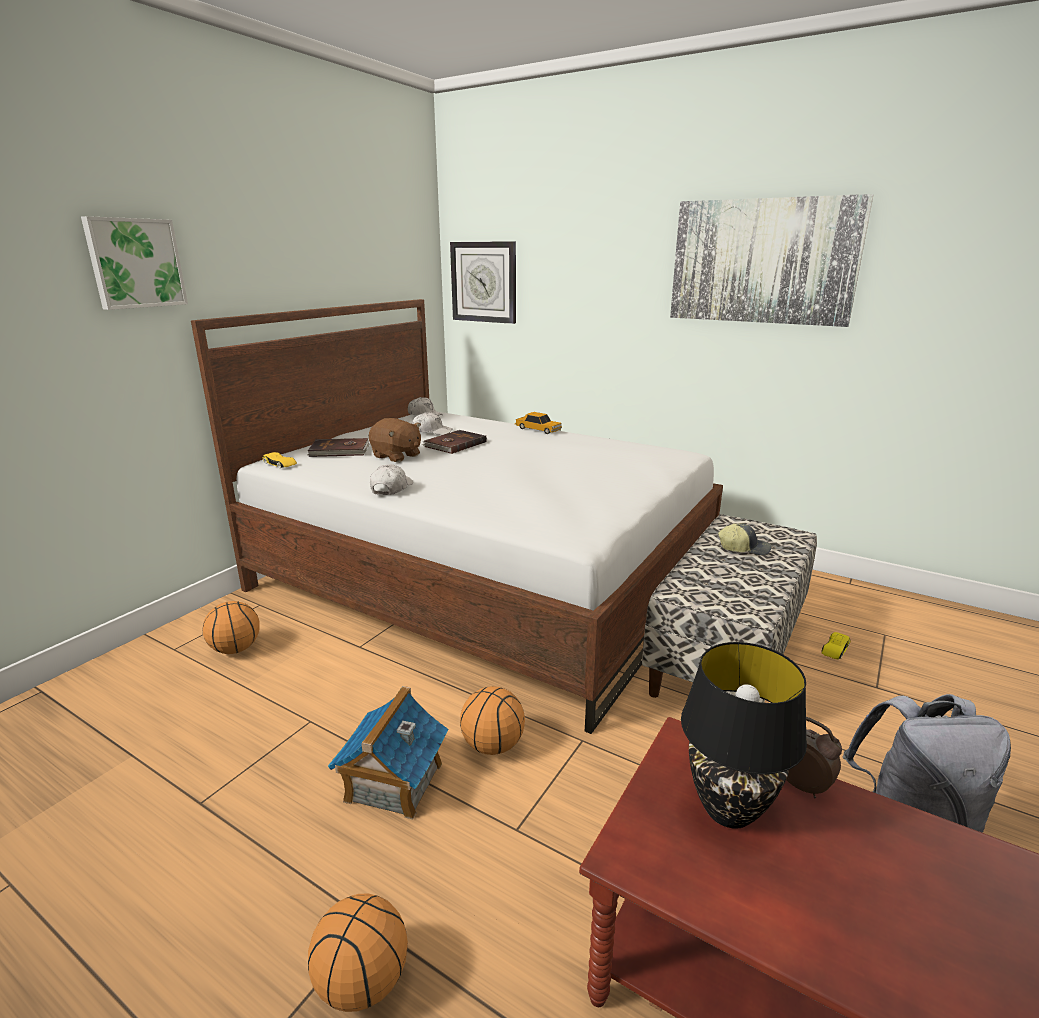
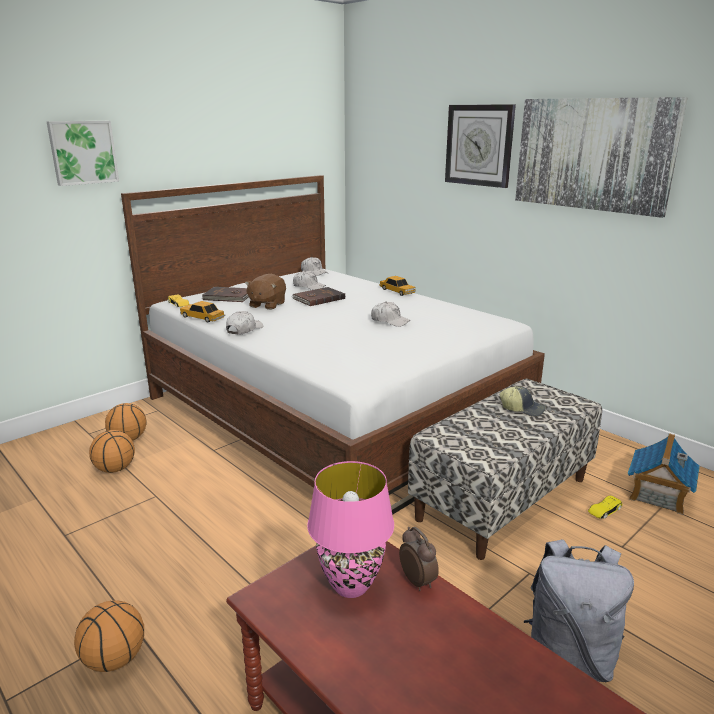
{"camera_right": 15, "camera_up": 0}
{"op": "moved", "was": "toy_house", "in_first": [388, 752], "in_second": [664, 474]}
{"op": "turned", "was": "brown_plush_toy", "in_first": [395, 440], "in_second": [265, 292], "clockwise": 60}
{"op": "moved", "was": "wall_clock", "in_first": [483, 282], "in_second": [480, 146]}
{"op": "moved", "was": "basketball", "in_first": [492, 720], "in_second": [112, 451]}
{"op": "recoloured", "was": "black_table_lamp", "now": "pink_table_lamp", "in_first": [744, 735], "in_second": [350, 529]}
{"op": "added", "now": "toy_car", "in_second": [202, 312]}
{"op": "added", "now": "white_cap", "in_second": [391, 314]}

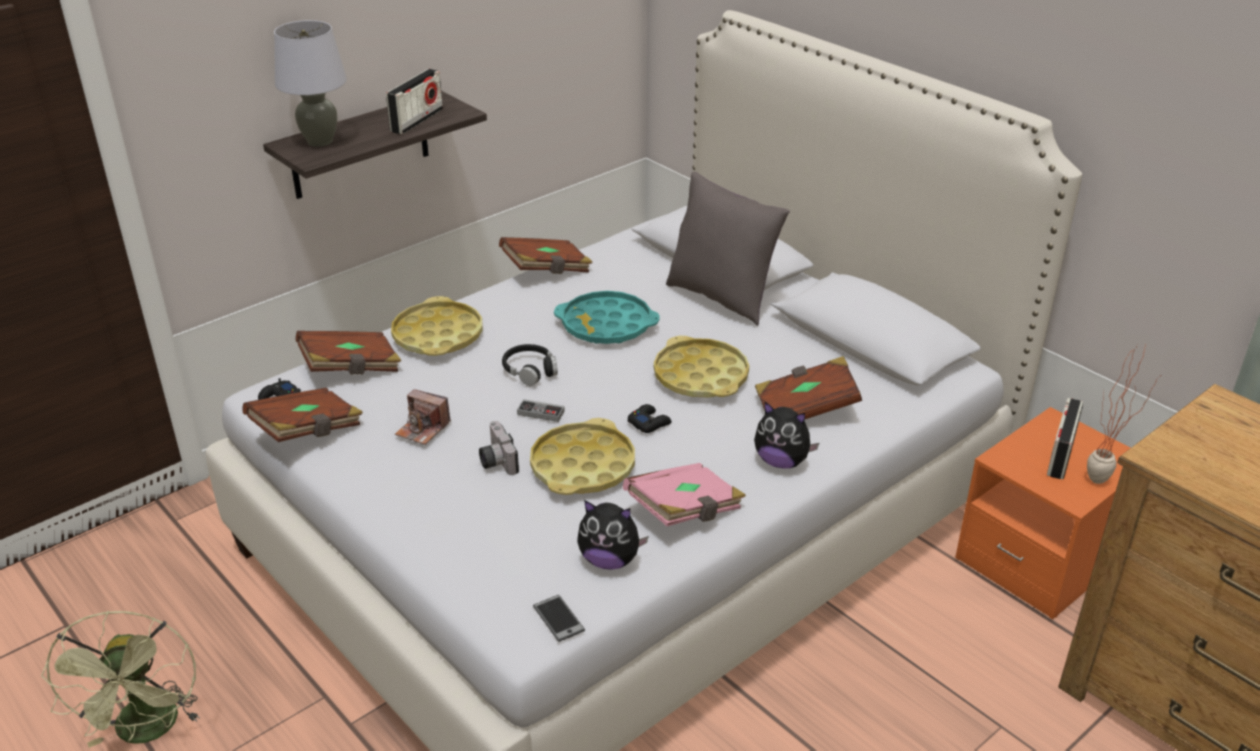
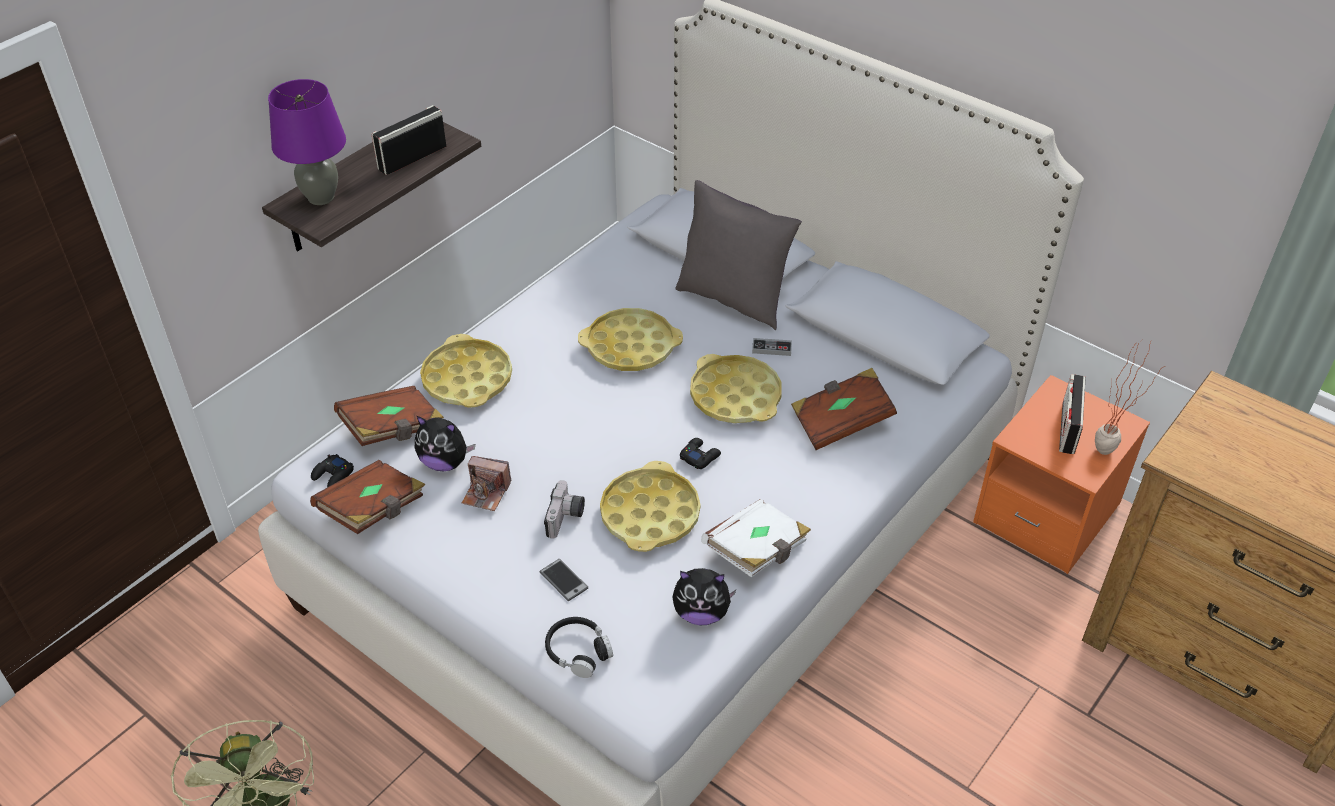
{"camera_right": -10, "camera_up": 10}
{"op": "recoloured", "was": "grey_table_lamp", "now": "purple_table_lamp", "in_first": [310, 83], "in_second": [307, 142]}
{"op": "turned", "was": "radio", "in_first": [414, 101], "in_second": [408, 140], "clockwise": -150}
{"op": "turned", "was": "photo_camera", "in_first": [499, 448], "in_second": [564, 509], "clockwise": -135}
{"op": "removed", "was": "brown_book", "in_first": [546, 255]}
{"op": "moved", "was": "black_headphones", "in_first": [530, 365], "in_second": [579, 647]}
{"op": "moved", "was": "game_controller", "in_first": [541, 410], "in_second": [772, 347]}
{"op": "moved", "was": "phone", "in_first": [559, 618], "in_second": [564, 580]}
{"op": "recoloured", "was": "turquoise_tray", "now": "yellow_tray", "in_first": [606, 317], "in_second": [630, 339]}
{"op": "recoloured", "was": "pink_book", "now": "white_book", "in_first": [684, 494], "in_second": [756, 538]}
{"op": "moved", "was": "plush_toy", "in_first": [786, 435], "in_second": [445, 444]}

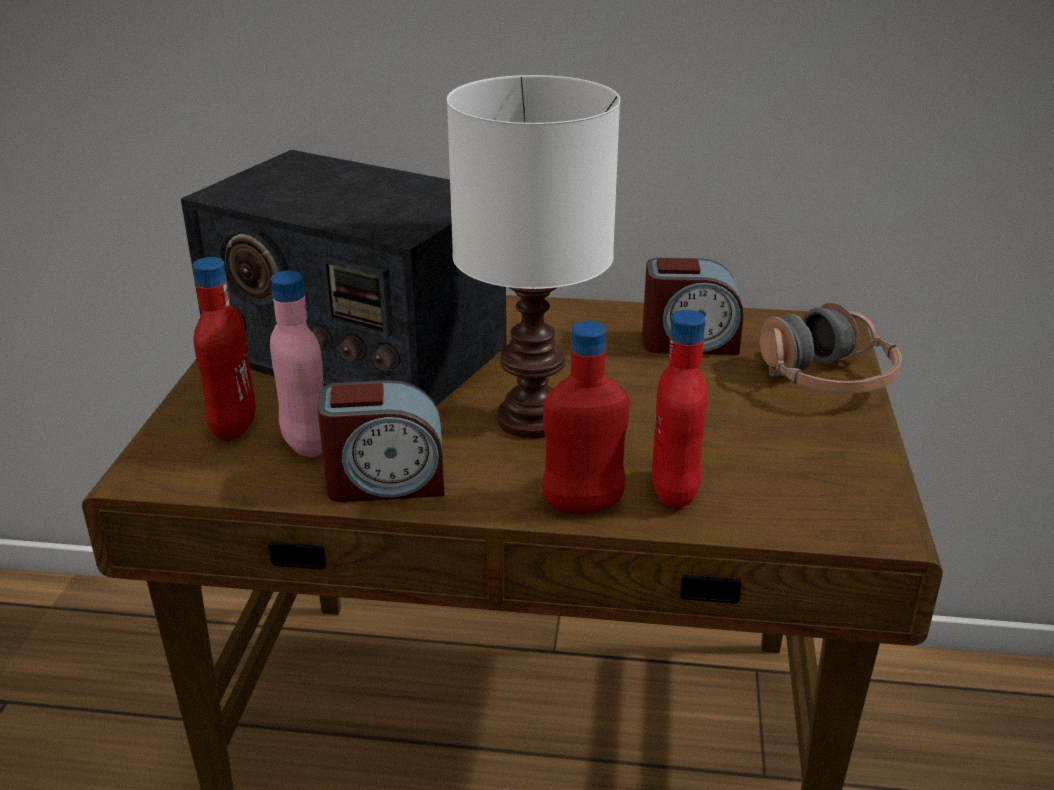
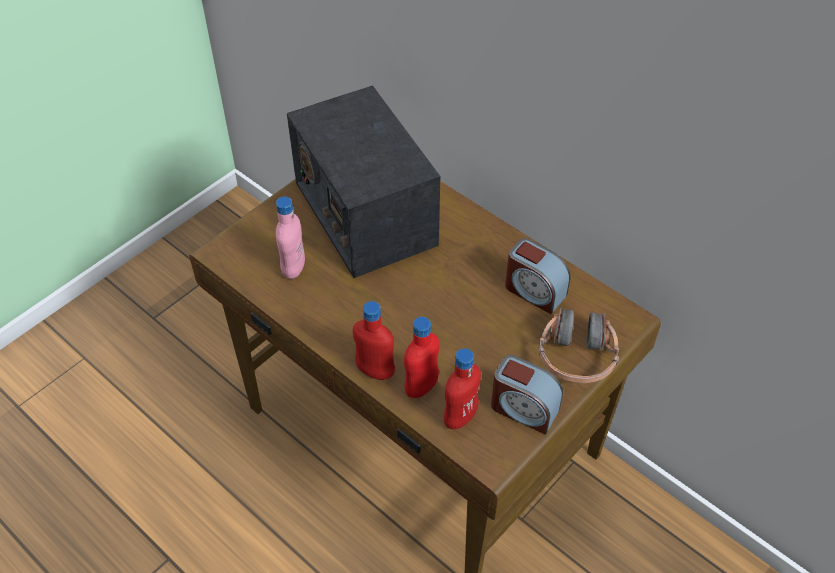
{"camera_right": 35, "camera_up": 20}
{"op": "moved", "was": "red_bottle", "in_first": [224, 349], "in_second": [462, 388]}
{"op": "moved", "was": "alarm_clock", "in_first": [381, 441], "in_second": [527, 395]}
{"op": "removed", "was": "white_table_lamp", "in_first": [533, 256]}

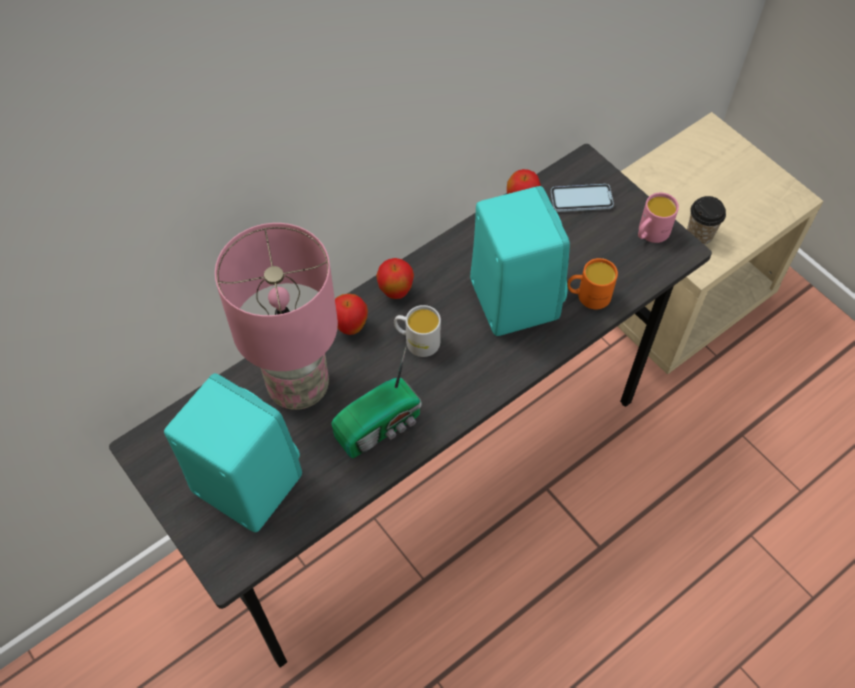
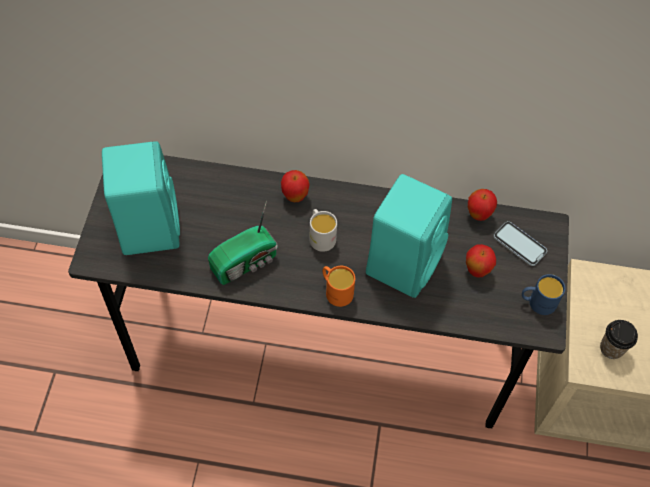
{"camera_right": 45, "camera_up": 0}
{"op": "removed", "was": "pink_table_lamp", "in_first": [276, 316]}
{"op": "turned", "was": "radio", "in_first": [376, 402], "in_second": [243, 243], "clockwise": -45}
{"op": "moved", "was": "apple", "in_first": [395, 278], "in_second": [481, 261]}
{"op": "moved", "was": "orange_mug", "in_first": [593, 283], "in_second": [339, 286]}
{"op": "recoloured", "was": "pink_mug", "now": "blue_mug", "in_first": [658, 217], "in_second": [543, 294]}

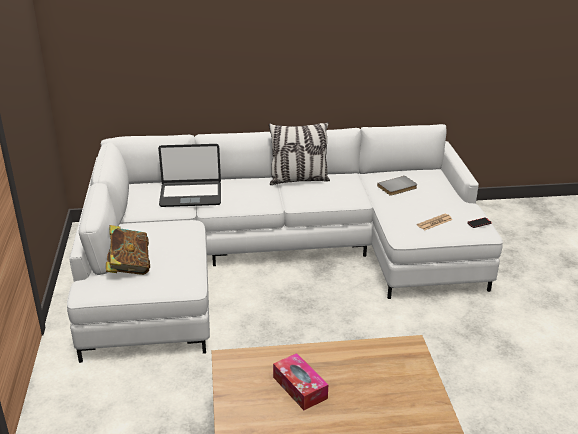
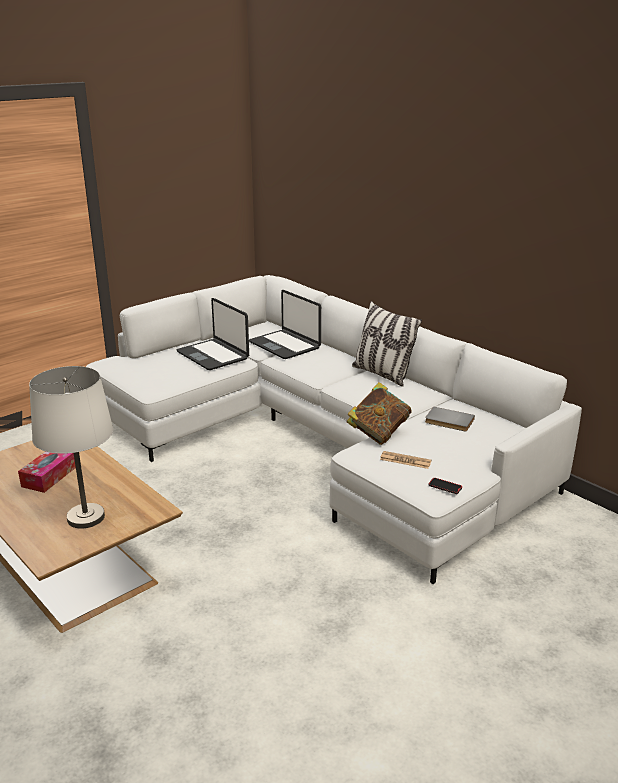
{"camera_right": 55, "camera_up": -5}
{"op": "moved", "was": "book", "in_first": [128, 250], "in_second": [379, 413]}
{"op": "added", "now": "white_table_lamp", "in_second": [71, 447]}
{"op": "added", "now": "laptop", "in_second": [212, 334]}

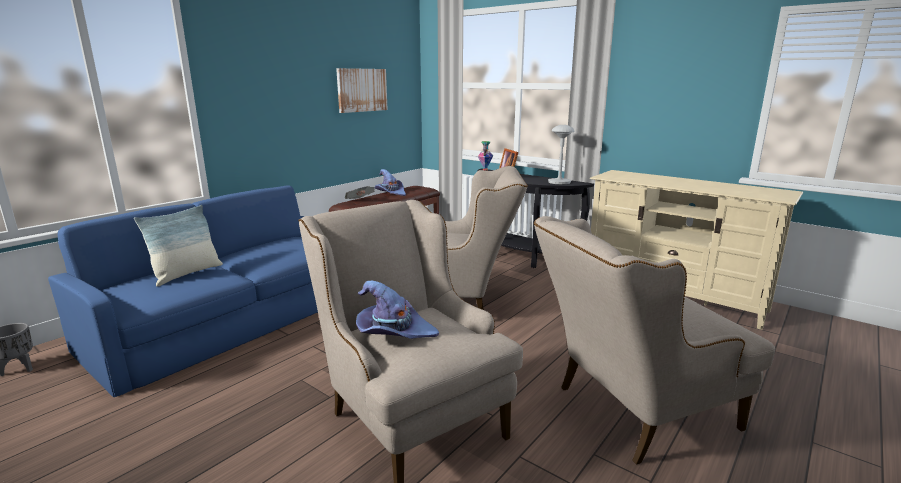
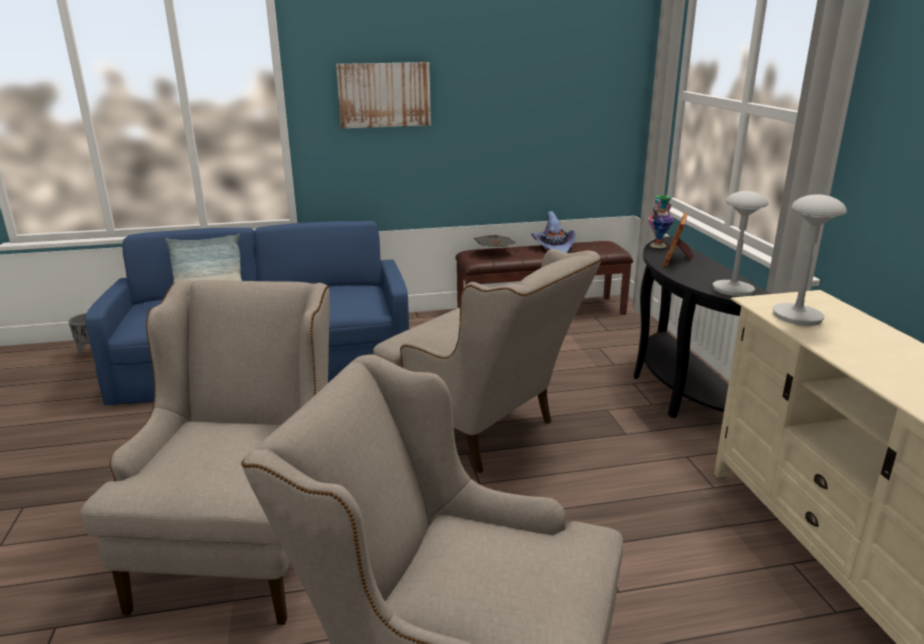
{"camera_right": 40, "camera_up": 5}
{"op": "moved", "was": "picture", "in_first": [362, 90], "in_second": [383, 95]}
{"op": "removed", "was": "purple_hat", "in_first": [397, 310]}
{"op": "added", "now": "grey_table_lamp", "in_second": [810, 260]}

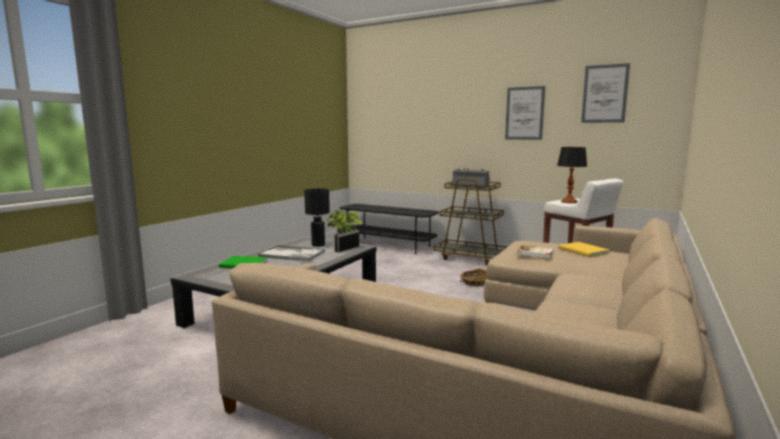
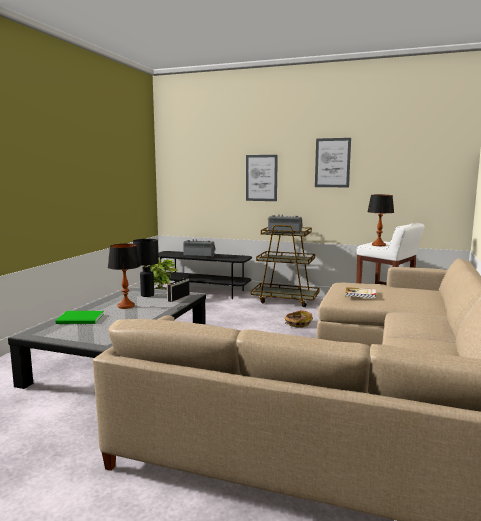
{"camera_right": -10, "camera_up": 0}
{"op": "replaced", "was": "tray", "now": "table_lamp", "in_first": [291, 253], "in_second": [124, 276]}
{"op": "removed", "was": "yellow_book", "in_first": [584, 249]}
{"op": "moved", "was": "picture", "in_first": [605, 93], "in_second": [262, 178]}
{"op": "added", "now": "radio", "in_second": [199, 248]}

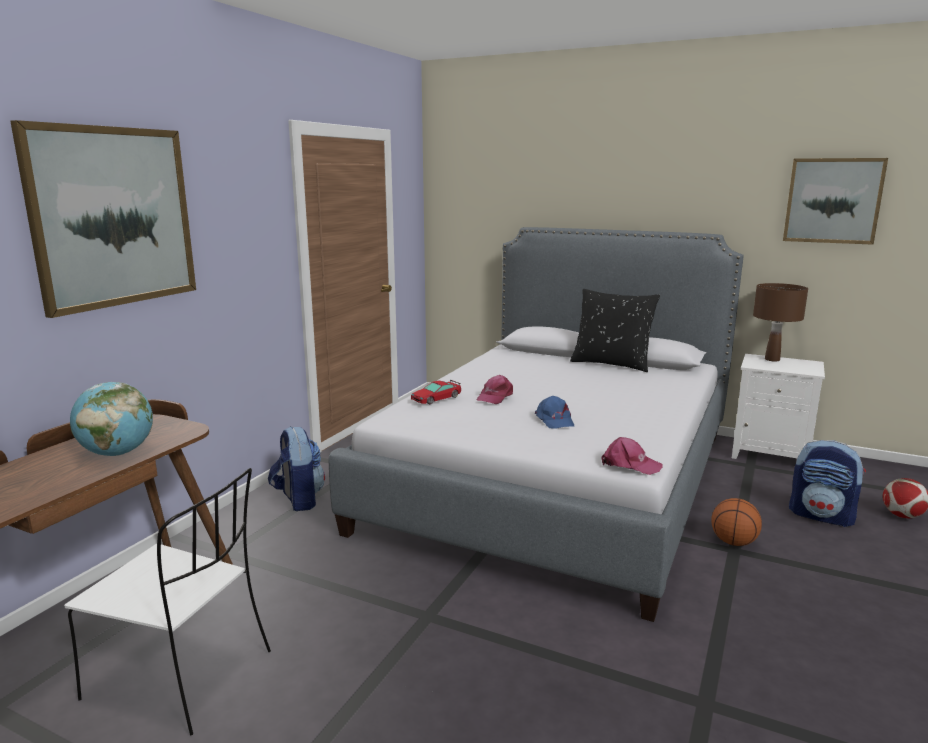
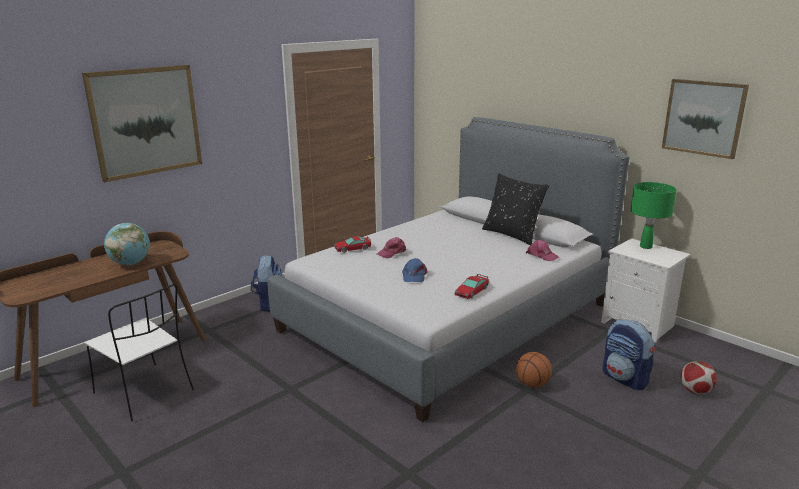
{"camera_right": 20, "camera_up": 5}
{"op": "moved", "was": "pink_cap", "in_first": [631, 456], "in_second": [542, 250]}
{"op": "recoloured", "was": "brown_table_lamp", "now": "green_table_lamp", "in_first": [780, 322], "in_second": [653, 215]}
{"op": "added", "now": "toy_car", "in_second": [472, 286]}

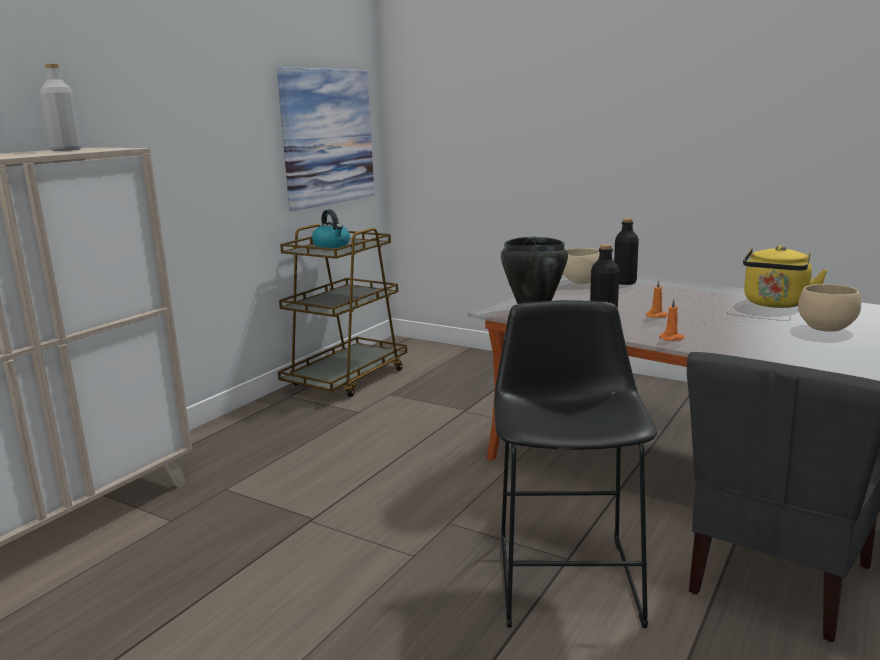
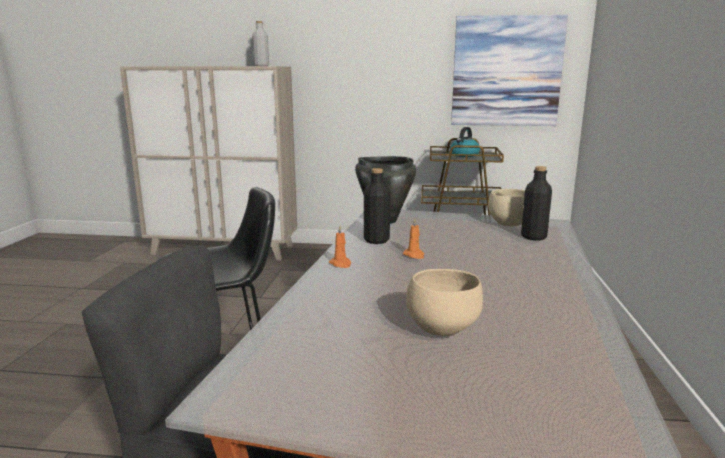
{"camera_right": 65, "camera_up": 0}
{"op": "removed", "was": "yellow_kettle", "in_first": [785, 276]}

